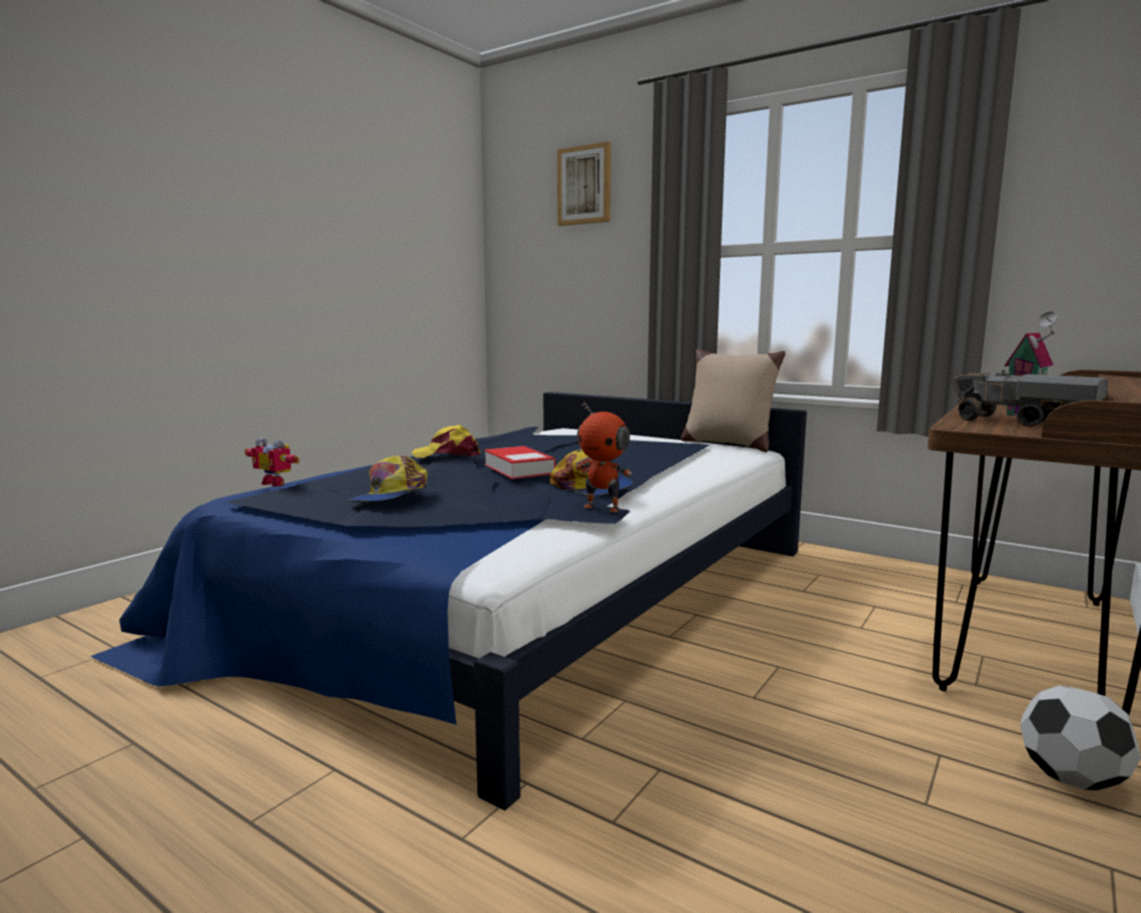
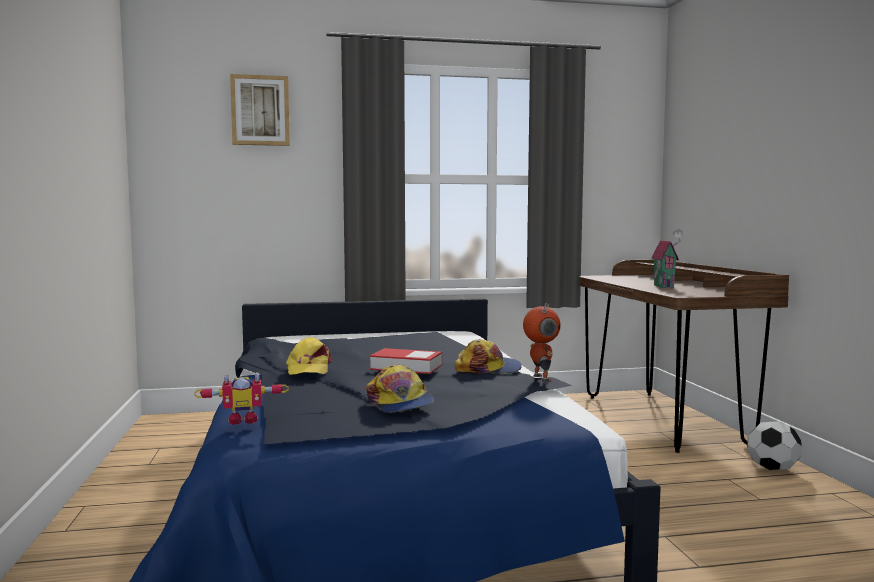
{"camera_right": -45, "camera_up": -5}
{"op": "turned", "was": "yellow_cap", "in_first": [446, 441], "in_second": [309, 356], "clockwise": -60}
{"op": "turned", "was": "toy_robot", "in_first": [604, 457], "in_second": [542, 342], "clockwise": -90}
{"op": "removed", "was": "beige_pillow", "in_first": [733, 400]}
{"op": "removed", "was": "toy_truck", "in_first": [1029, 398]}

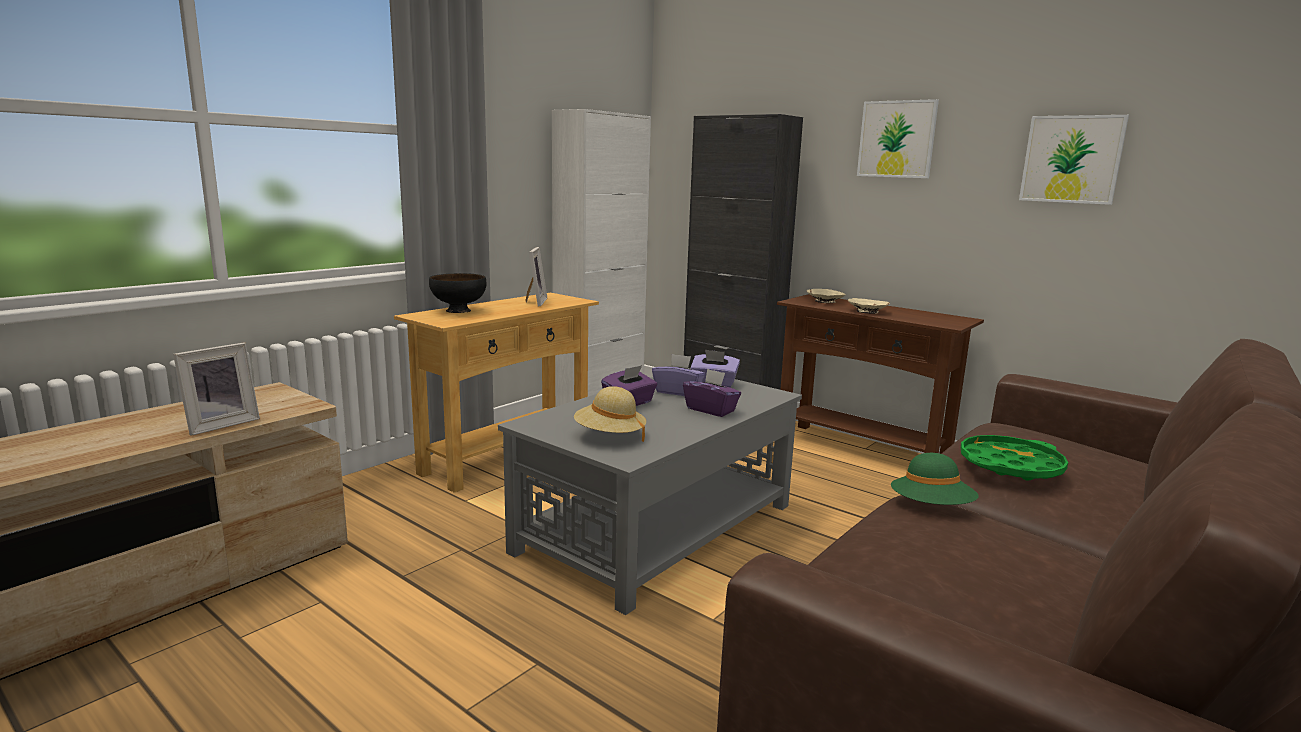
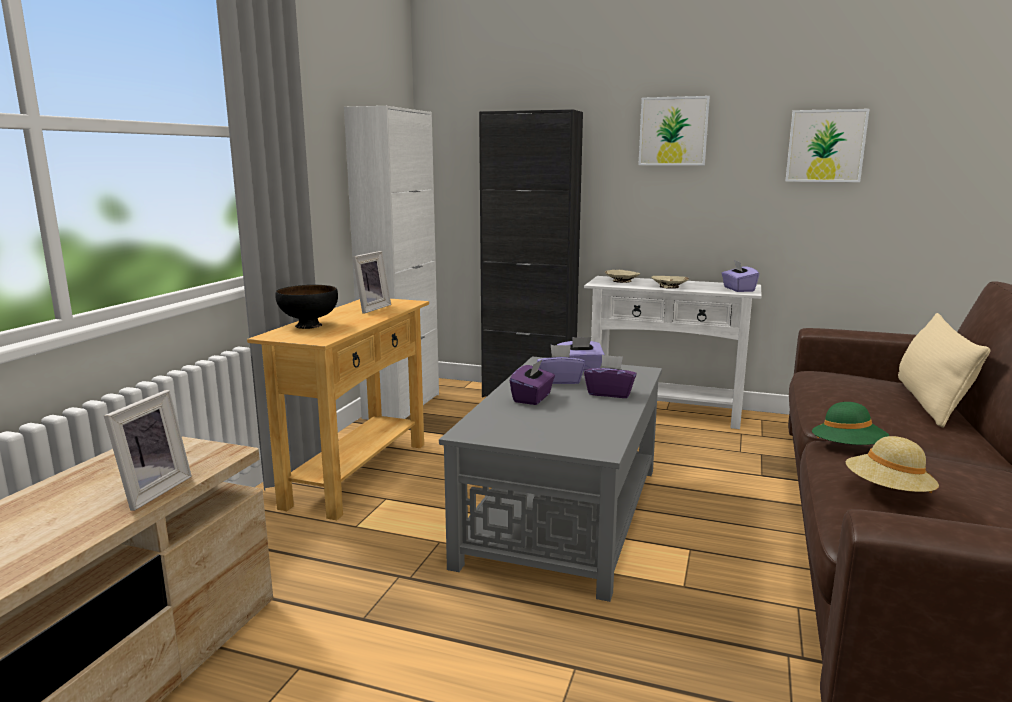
{"camera_right": -20, "camera_up": 0}
{"op": "turned", "was": "picture_frame", "in_first": [536, 276], "in_second": [371, 282], "clockwise": 45}
{"op": "moved", "was": "beige_hat", "in_first": [610, 414], "in_second": [892, 464]}
{"op": "recoloured", "was": "brown_console_table", "now": "white_console_table", "in_first": [880, 374], "in_second": [673, 352]}
{"op": "removed", "was": "green_tray", "in_first": [1014, 458]}
{"op": "added", "now": "purple_tissue_box", "in_second": [740, 276]}
{"op": "added", "now": "beige_pillow", "in_second": [944, 370]}

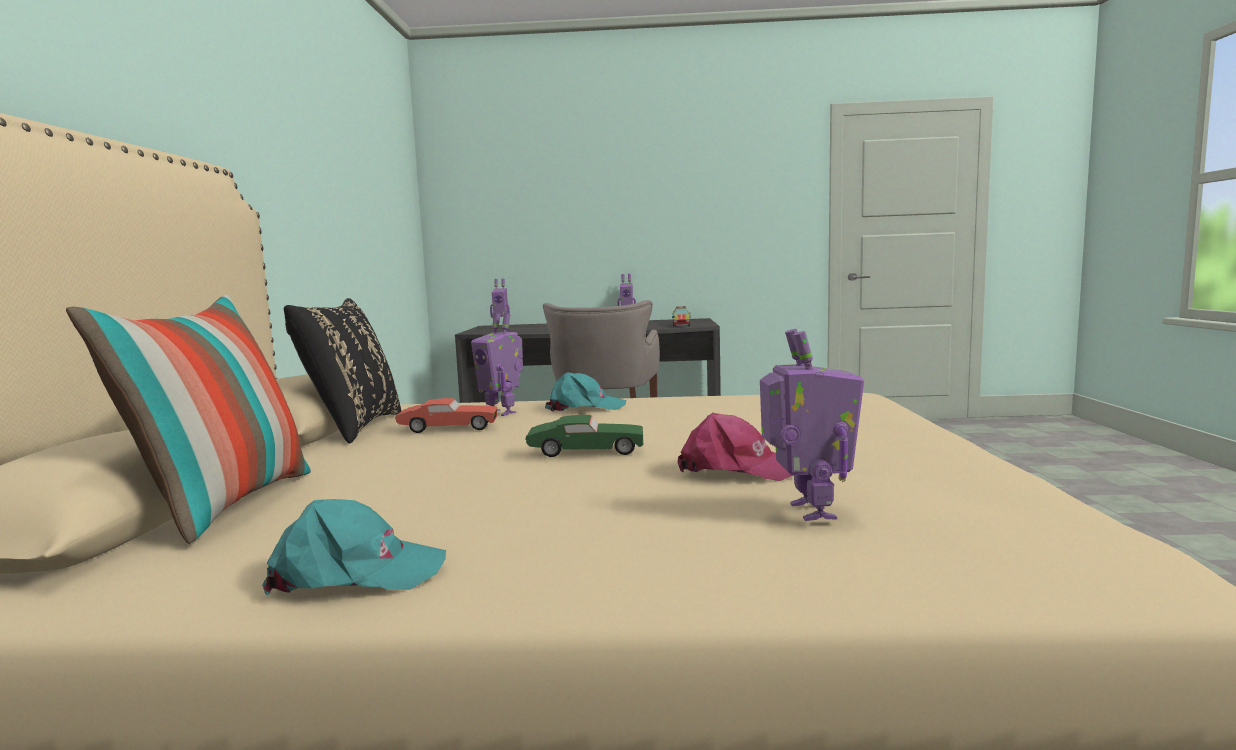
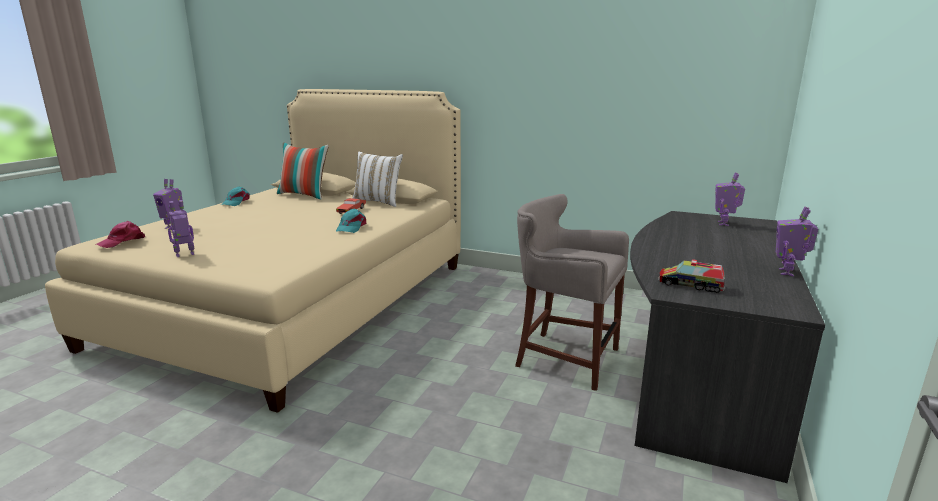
{"camera_right": 110, "camera_up": 10}
{"op": "recoloured", "was": "black_pillow", "now": "white_pillow", "in_first": [342, 371], "in_second": [377, 179]}
{"op": "moved", "was": "toy_robot", "in_first": [497, 364], "in_second": [181, 228]}
{"op": "removed", "was": "green_toy_car", "in_first": [584, 436]}
{"op": "moved", "was": "pink_cap", "in_first": [735, 447], "in_second": [120, 234]}

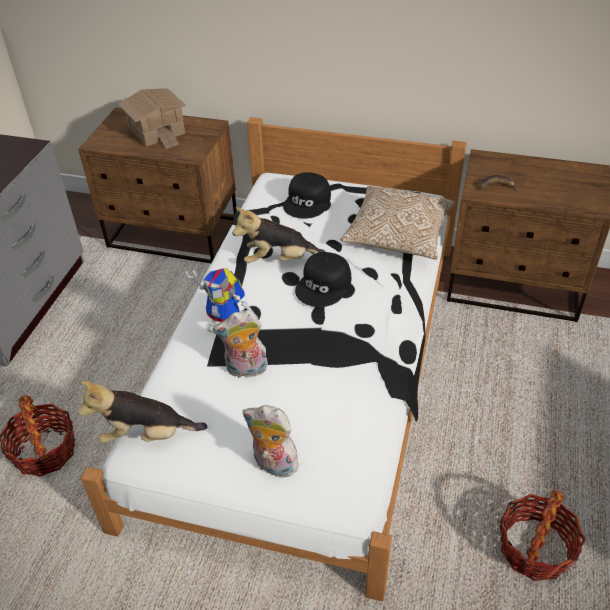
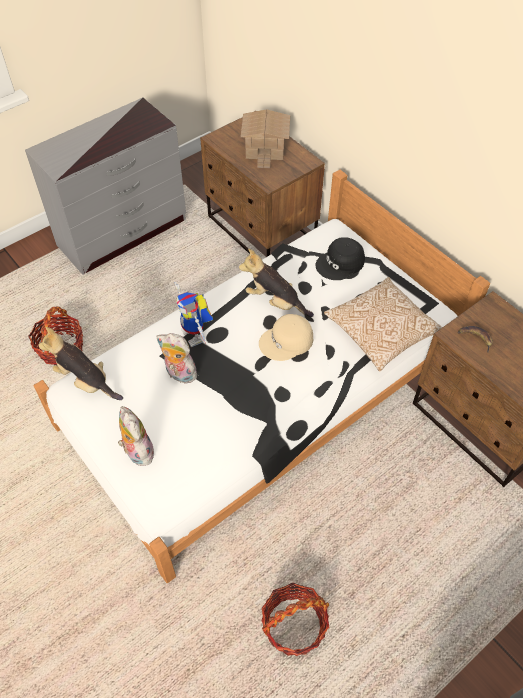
{"camera_right": 35, "camera_up": 10}
{"op": "recoloured", "was": "black_cap", "now": "beige_cap", "in_first": [323, 279], "in_second": [286, 337]}

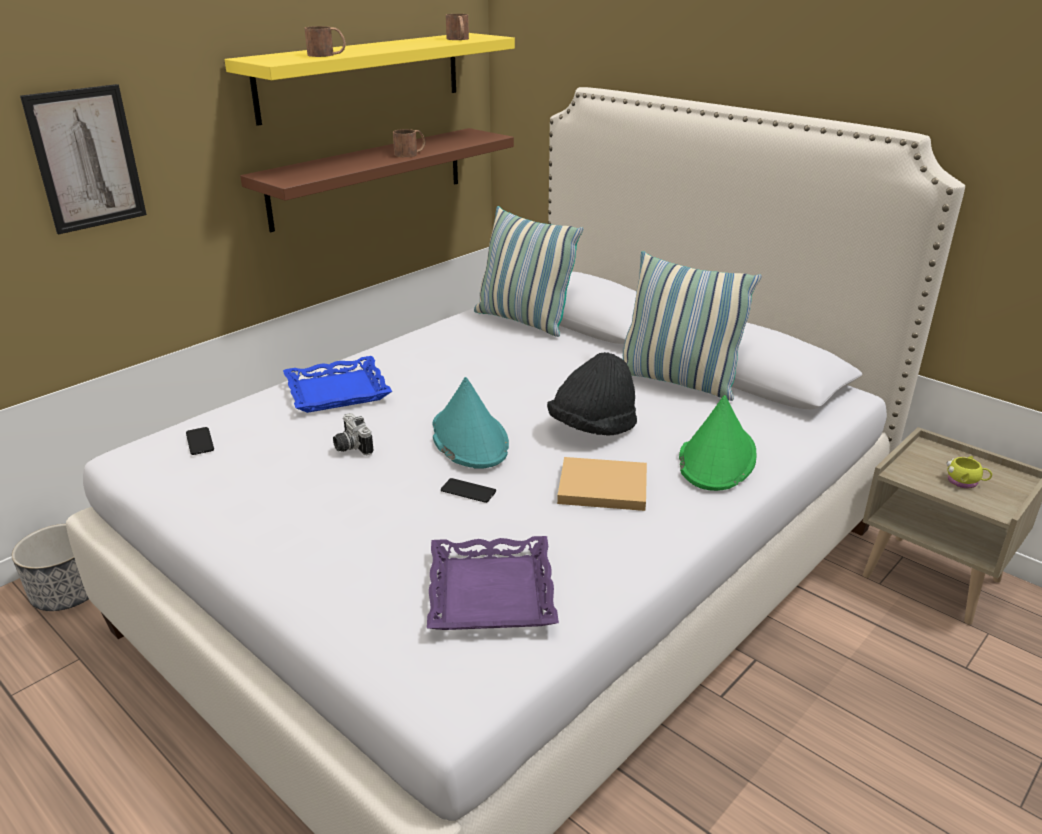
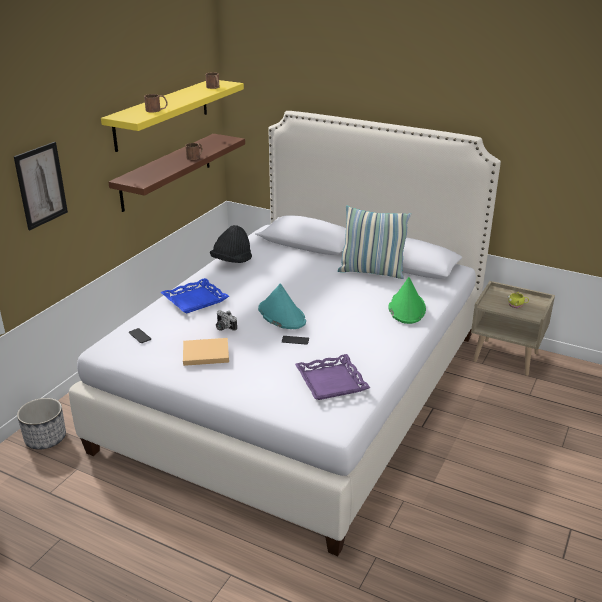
{"camera_right": -15, "camera_up": 0}
{"op": "removed", "was": "pillow", "in_first": [528, 271]}
{"op": "moved", "was": "black_hat", "in_first": [592, 394], "in_second": [231, 244]}
{"op": "moved", "was": "beige_book", "in_first": [602, 484], "in_second": [206, 352]}

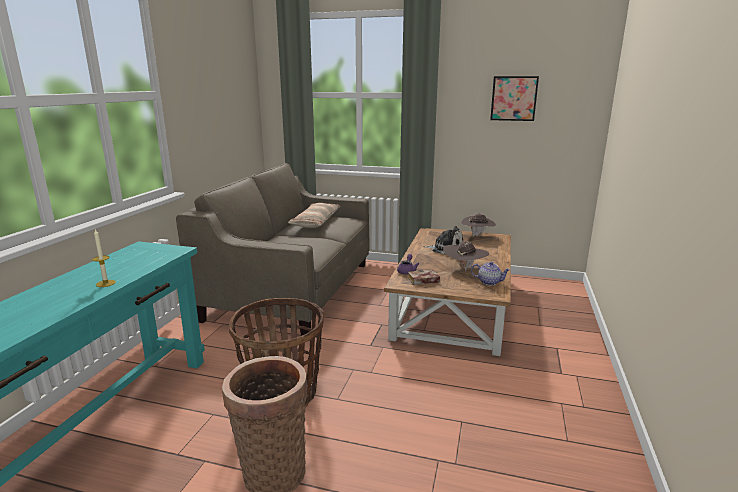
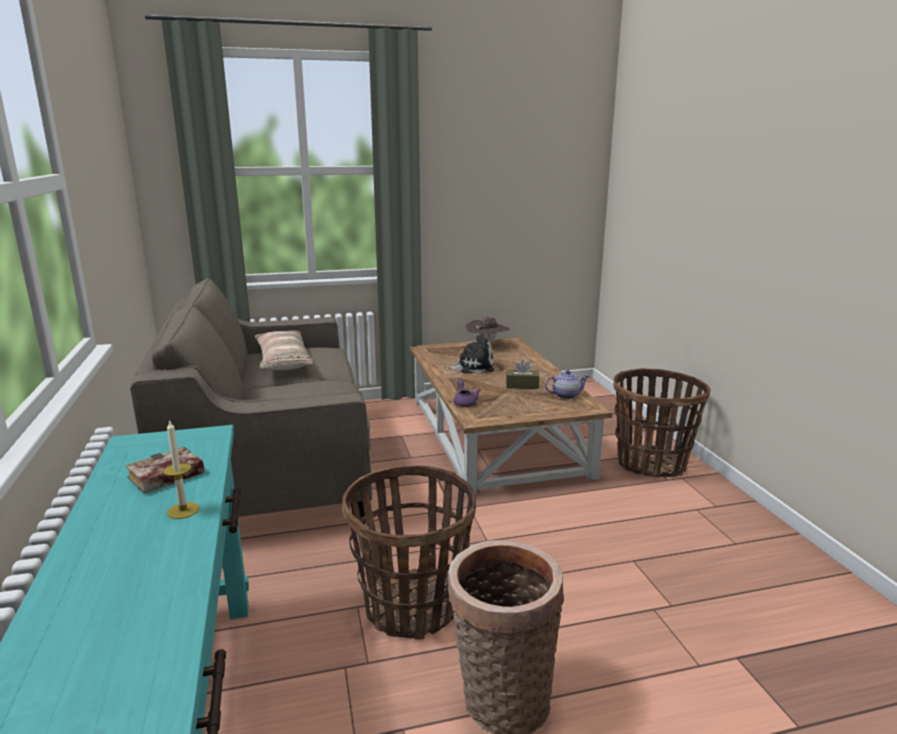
{"camera_right": -30, "camera_up": 0}
{"op": "moved", "was": "book", "in_first": [423, 277], "in_second": [164, 470]}
{"op": "replaced", "was": "brown_hat", "now": "brown_tissue_box", "in_first": [466, 256], "in_second": [522, 374]}
{"op": "removed", "was": "picture", "in_first": [514, 98]}
{"op": "added", "now": "basket", "in_second": [662, 422]}

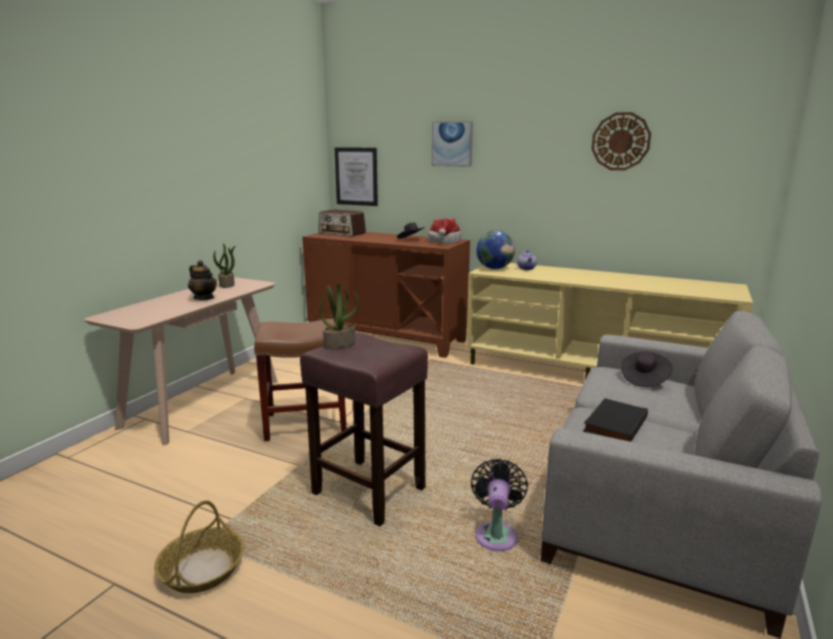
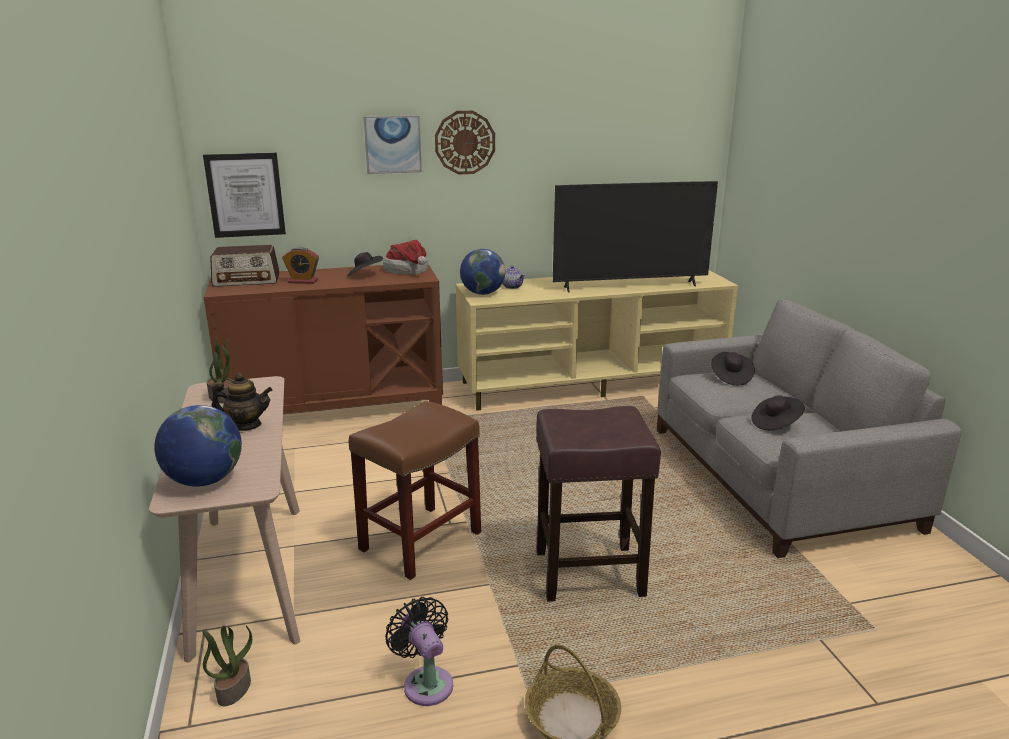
{"camera_right": -40, "camera_up": 5}
{"op": "moved", "was": "potted_plant", "in_first": [338, 316], "in_second": [227, 666]}
{"op": "moved", "was": "black_fan", "in_first": [499, 505], "in_second": [419, 651]}
{"op": "replaced", "was": "black_book", "now": "black_hat", "in_first": [615, 420], "in_second": [778, 412]}
{"op": "moved", "was": "wall_clock", "in_first": [621, 141], "in_second": [465, 143]}
{"op": "added", "now": "globe", "in_second": [198, 446]}
{"op": "added", "now": "alarm_clock", "in_second": [300, 265]}
{"op": "added", "now": "television", "in_second": [635, 236]}

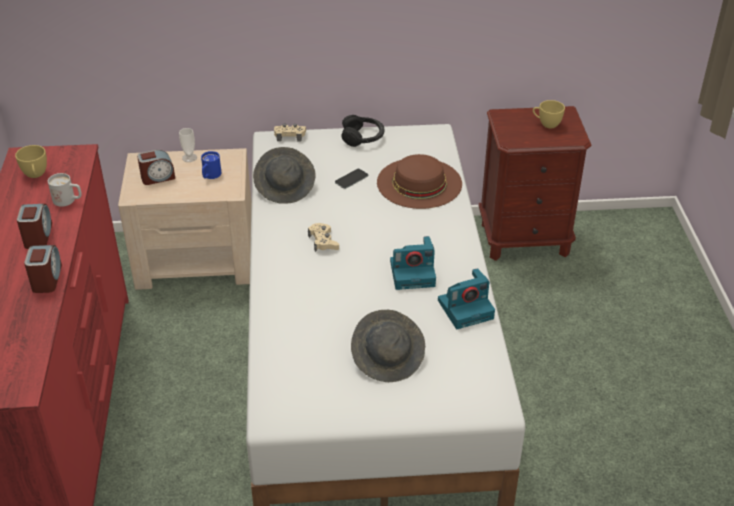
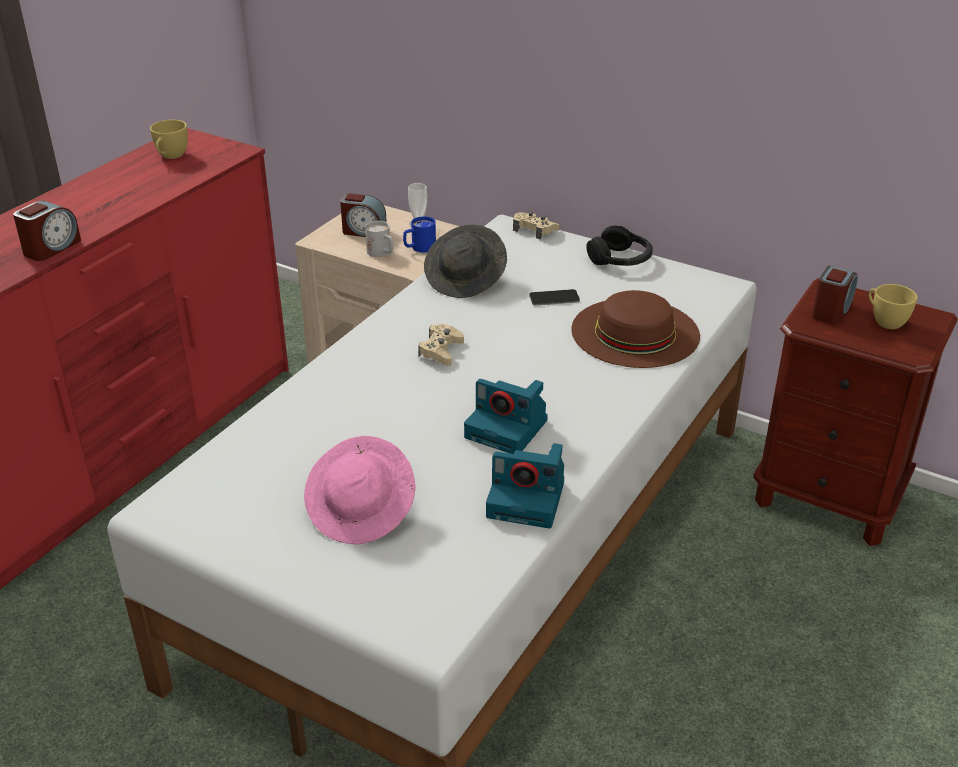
{"camera_right": 35, "camera_up": -5}
{"op": "moved", "was": "alarm_clock", "in_first": [34, 226], "in_second": [835, 295]}
{"op": "moved", "was": "white_mug", "in_first": [65, 190], "in_second": [379, 239]}
{"op": "recoloured", "was": "grey_hat", "now": "pink_hat", "in_first": [388, 346], "in_second": [360, 490]}

